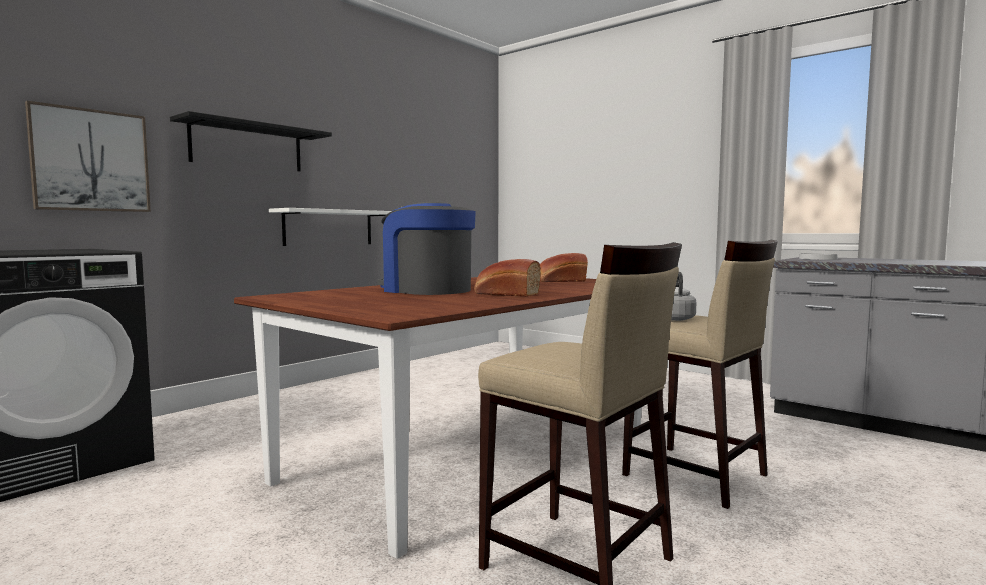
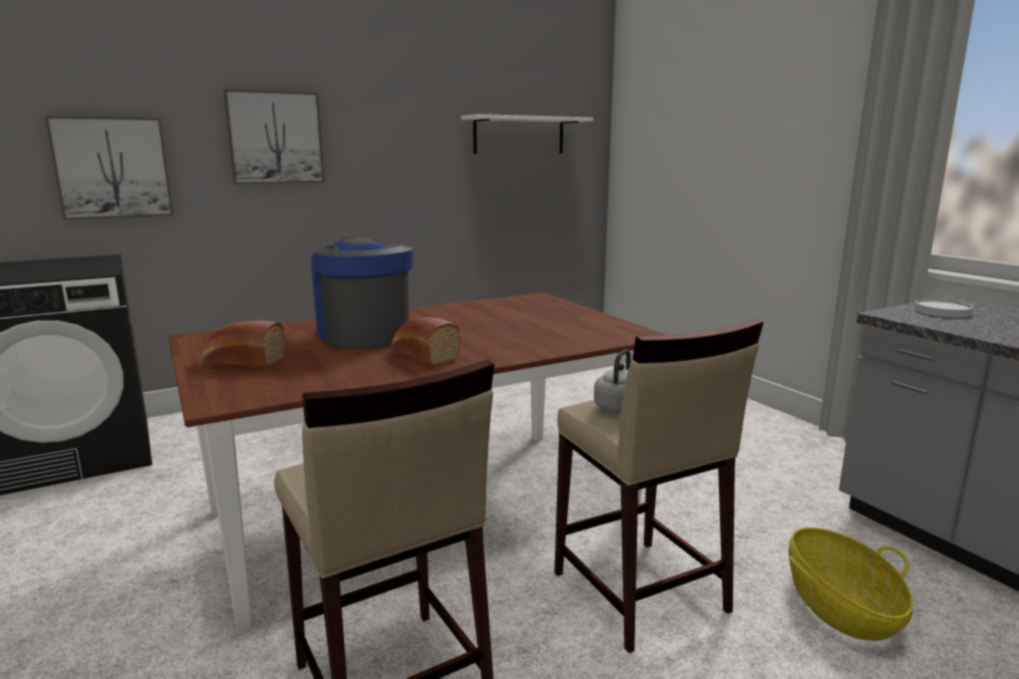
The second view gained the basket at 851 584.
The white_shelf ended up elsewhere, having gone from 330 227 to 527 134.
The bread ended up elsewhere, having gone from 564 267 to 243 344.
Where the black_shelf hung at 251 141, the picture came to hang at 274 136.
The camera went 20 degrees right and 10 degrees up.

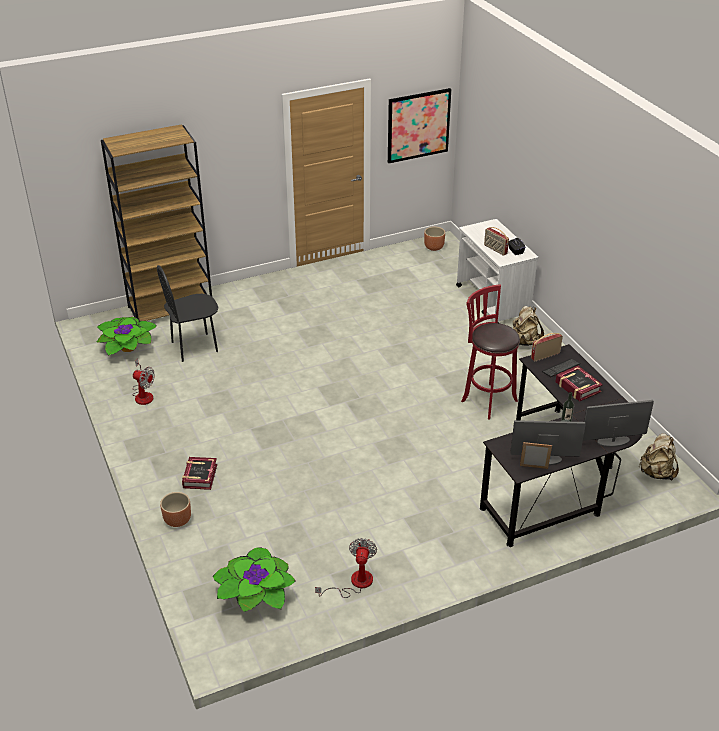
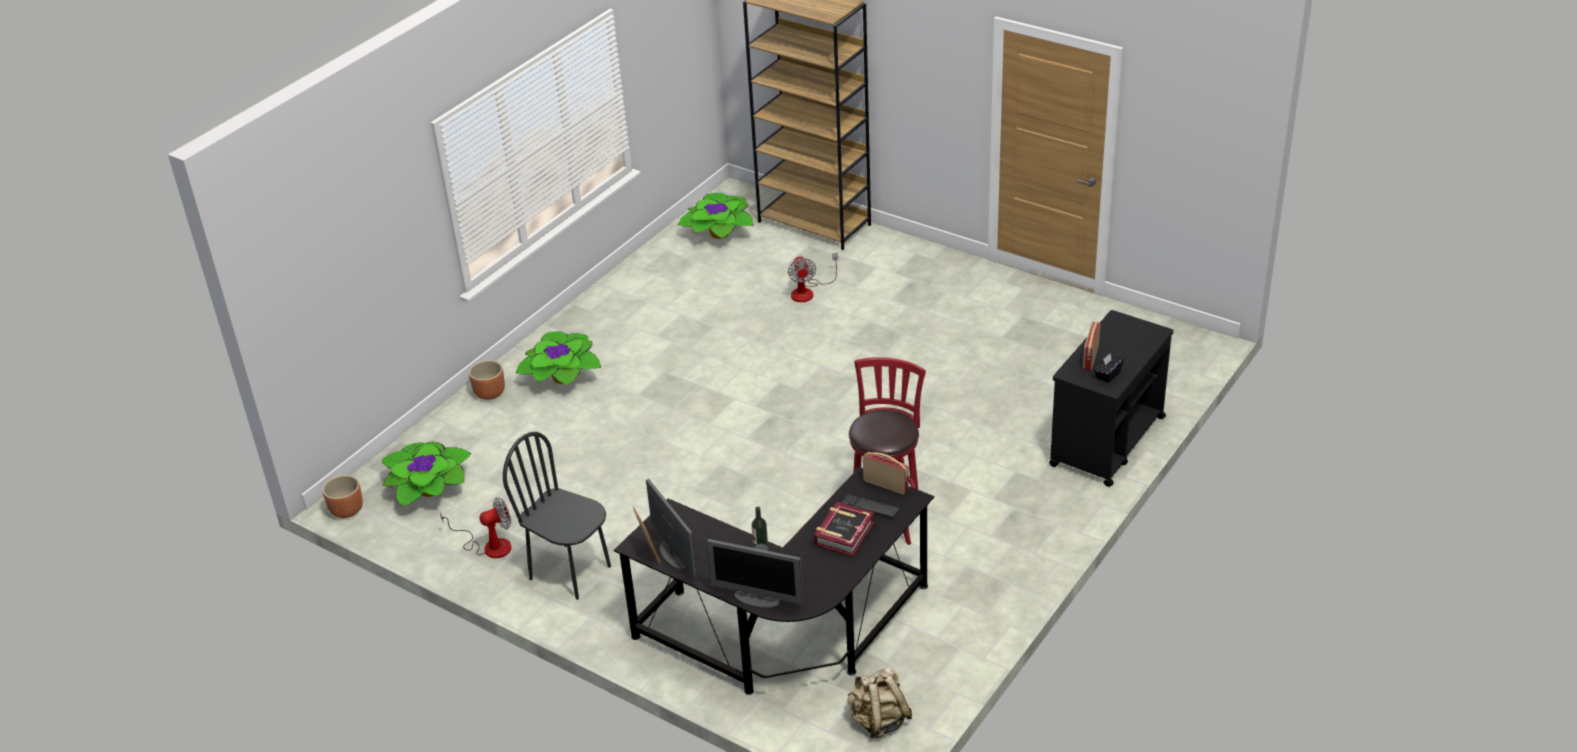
The second view lost the picture at 419 125.
The second view lost the beige_backpack at 528 326.
The fan ended up elsewhere, having gone from 144 382 to 813 277.
The black_chair ended up elsewhere, having gone from 187 313 to 557 516.
The brown_planter ended up elsewhere, having gone from 434 239 to 342 496.
Where the book stood at 199 473, the potted_plant came to stand at 558 358.
What was the white_cart at 497 271 turned into the black_cart at 1111 398.
The monitor at 618 423 ended up facing another way, 150 degrees clockwise from before.
The camera went 60 degrees right and 0 degrees up.

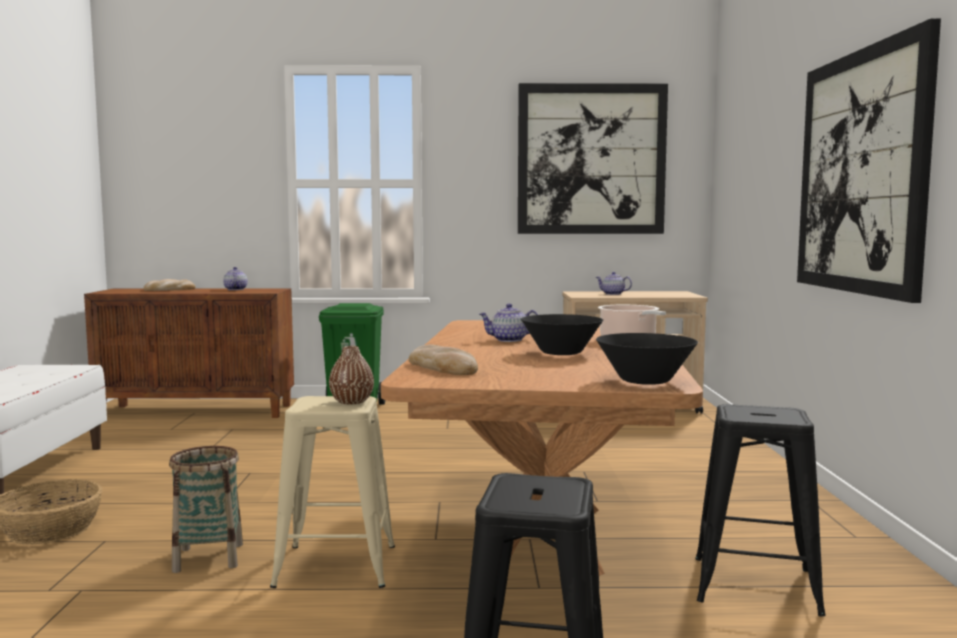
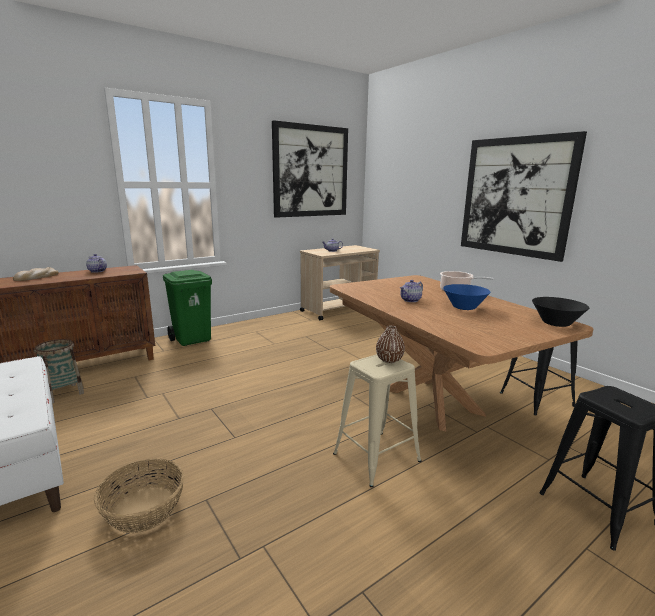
The second view lost the bread at 443 359.
The basket ended up elsewhere, having gone from 206 509 to 59 371.
What was the black_bowl at 562 334 turned into the blue_bowl at 466 297.
The camera went 35 degrees left and 10 degrees up.

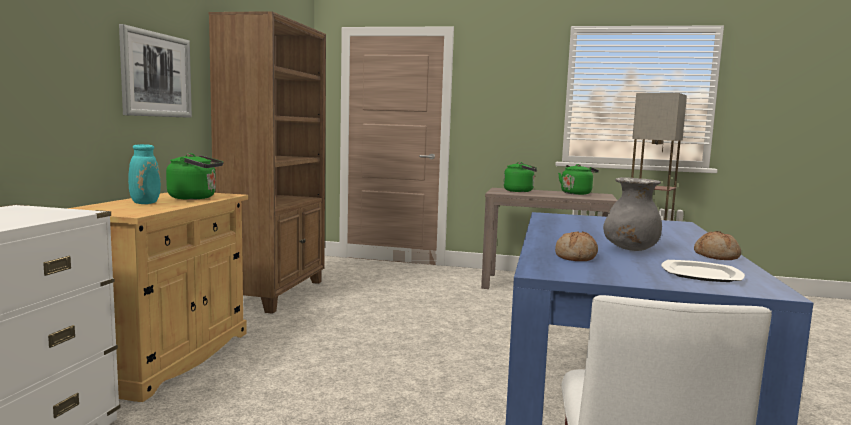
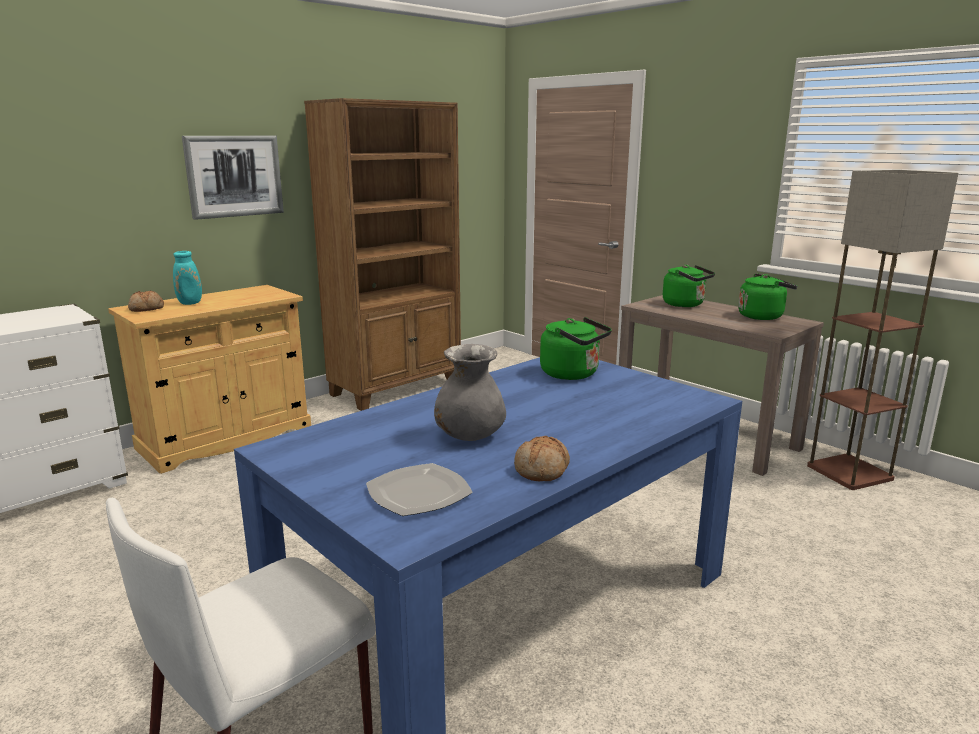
The green_kettle ended up elsewhere, having gone from 194 176 to 576 348.
The bread ended up elsewhere, having gone from 576 246 to 146 301.
The camera went 35 degrees right and 10 degrees up.

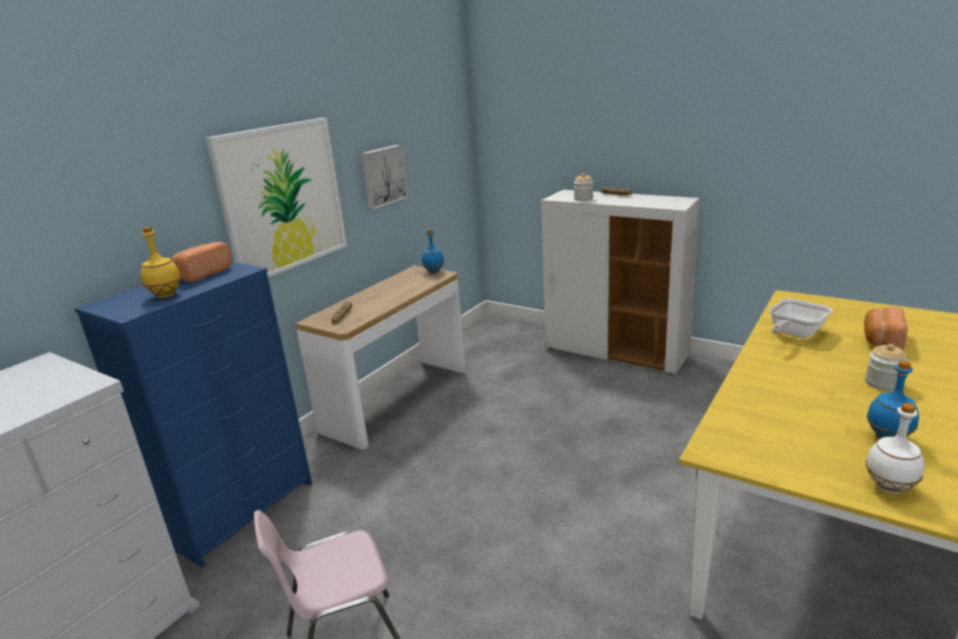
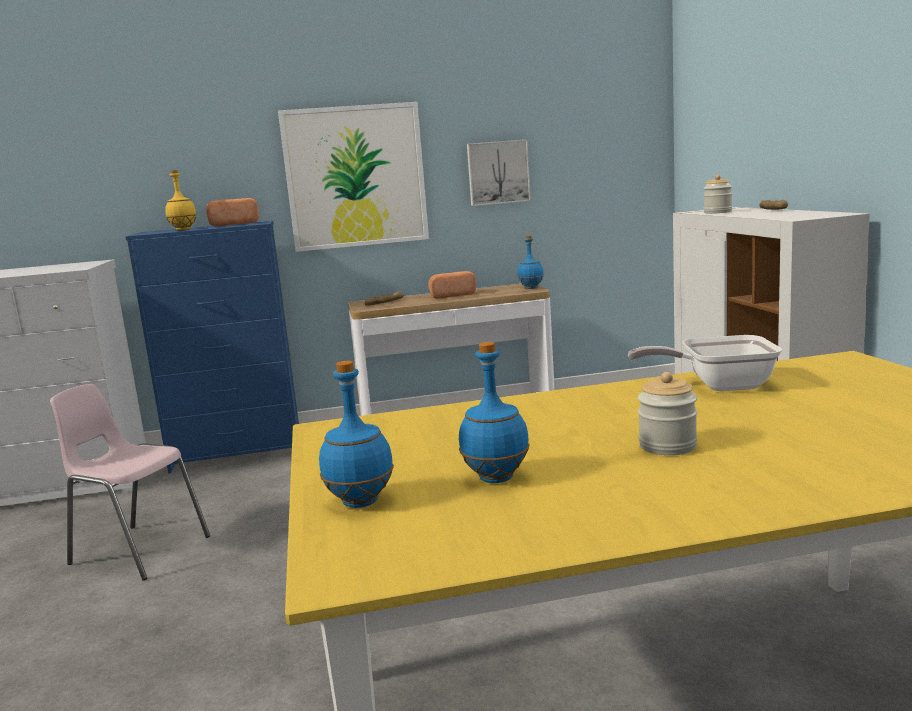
The bread ended up elsewhere, having gone from 886 328 to 452 284.
What was the white_bottle at 895 448 turned into the blue_bottle at 356 434.
The camera went 45 degrees right and 10 degrees down.

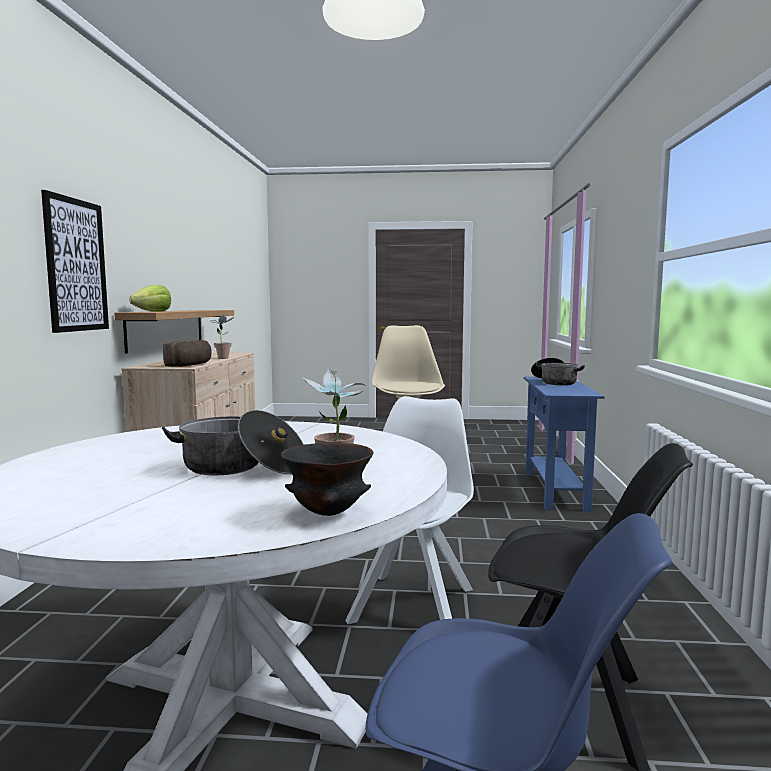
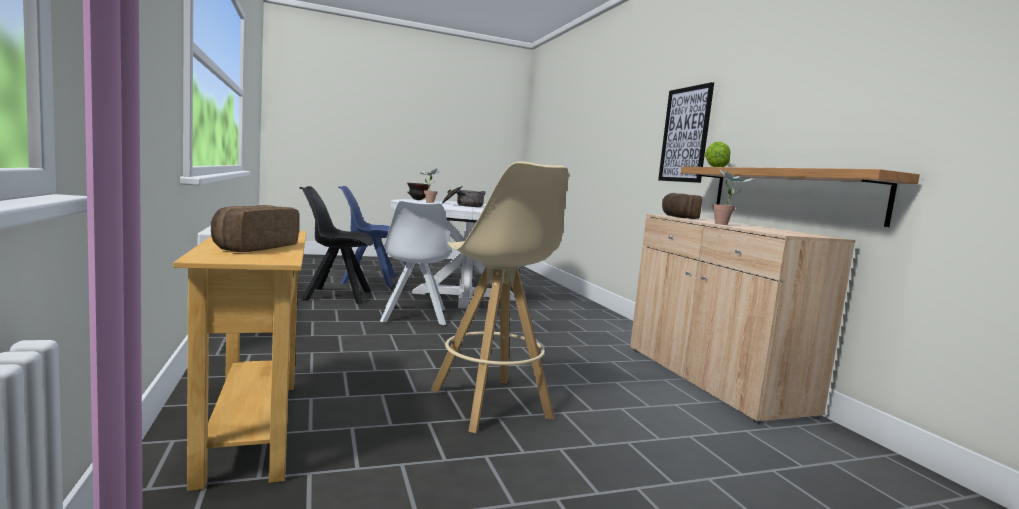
Where the cooking_pot stood at 558 371, the bread came to stand at 255 228.
What was the blue_console_table at 564 444 turned into the beige_console_table at 239 361.
The camera went 155 degrees right and 0 degrees up.

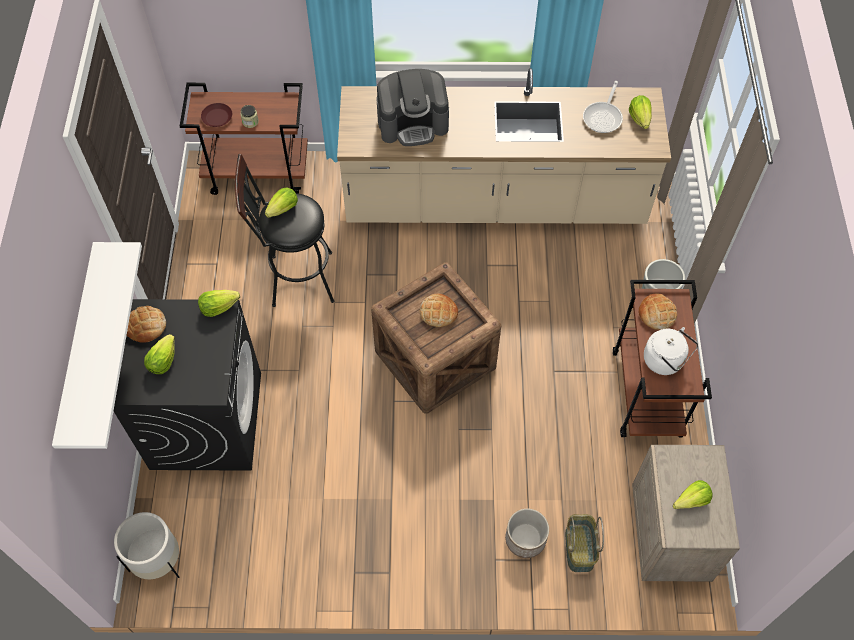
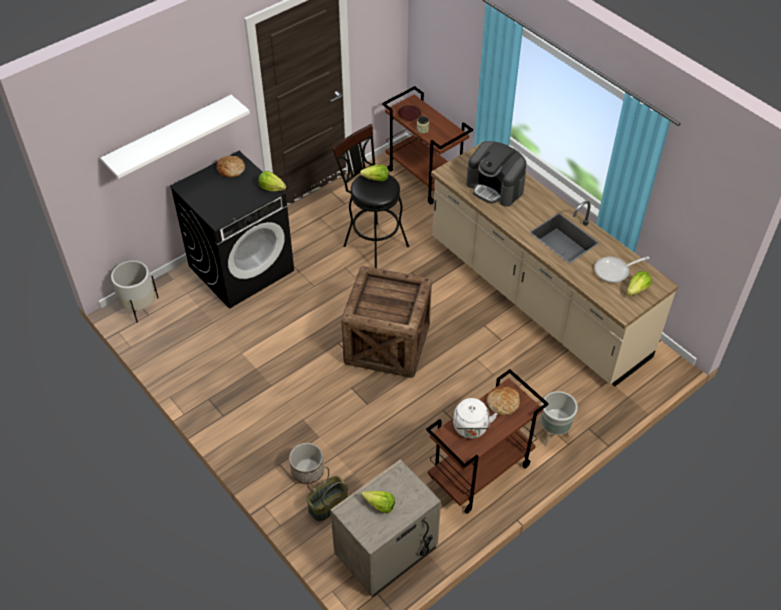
The second view lost the lettuce at 159 354.
The second view lost the bread at 439 310.
The camera went 50 degrees right and 10 degrees down.

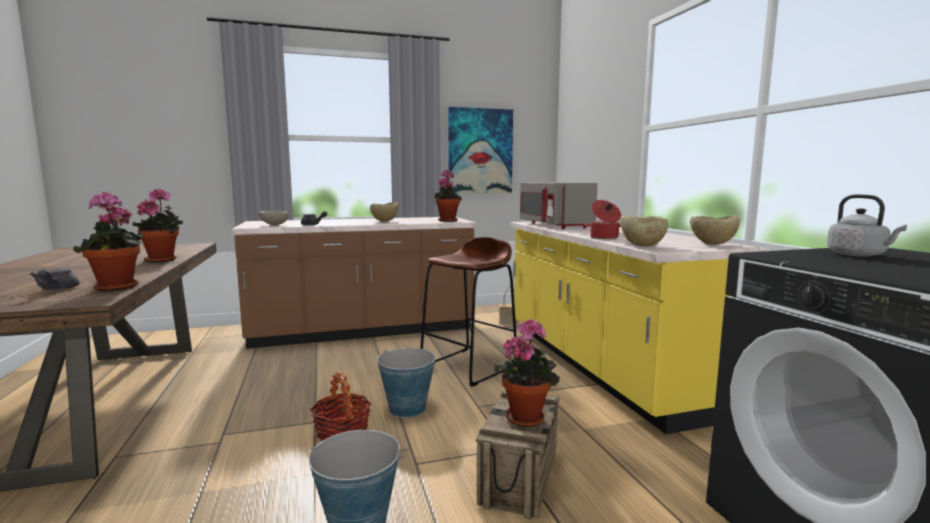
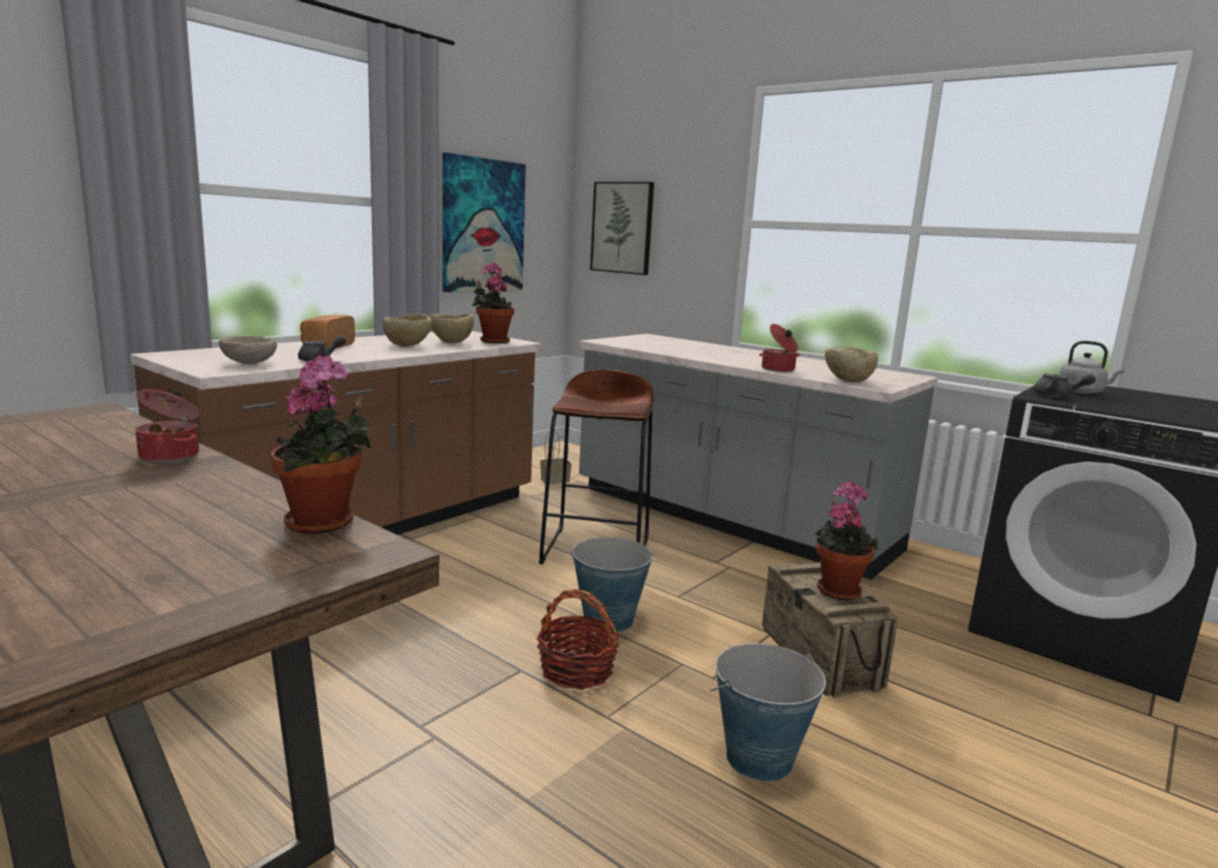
The second view lost the grey_microwave at 559 205.
The second view gained the bread at 327 332.
The second view gained the picture at 622 228.
The grey_teapot ended up elsewhere, having gone from 54 279 to 1065 386.
The beige_bowl ended up elsewhere, having gone from 715 230 to 451 328.
Where the potted_plant stood at 157 226, the cooking_pot came to stand at 168 426.
What was the yellow_counter at 638 327 turned into the grey_counter at 758 457.
The camera went 35 degrees left and 5 degrees up.

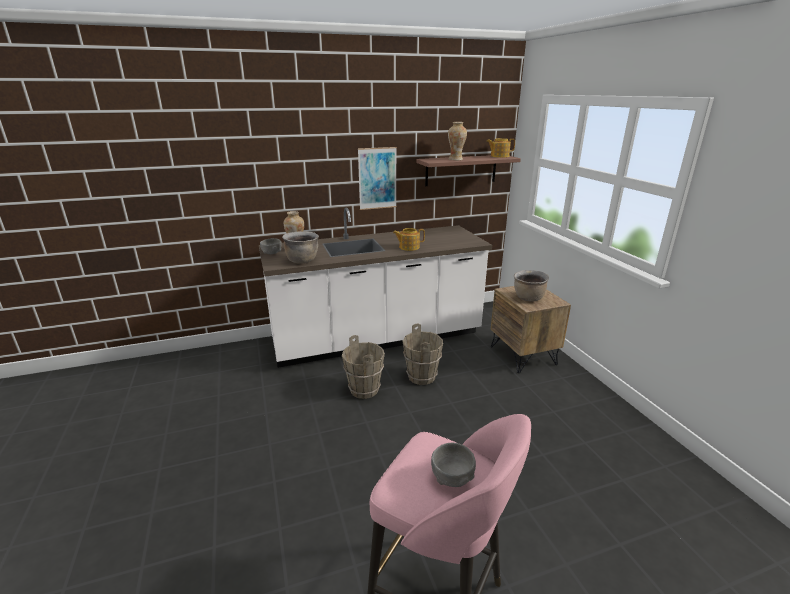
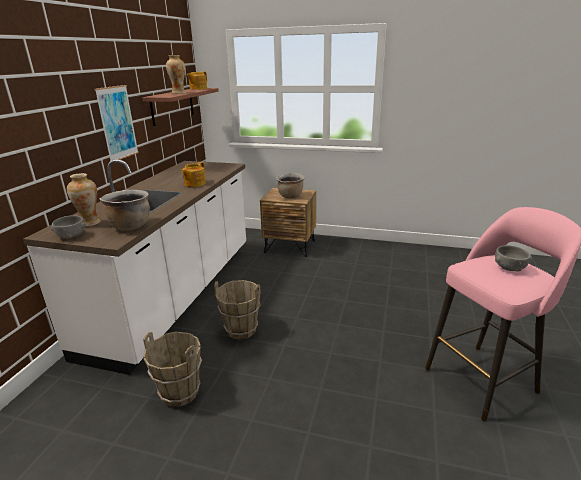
The brown_bucket ended up elsewhere, having gone from 423 354 to 172 369.
The camera went 55 degrees left and 0 degrees up.

